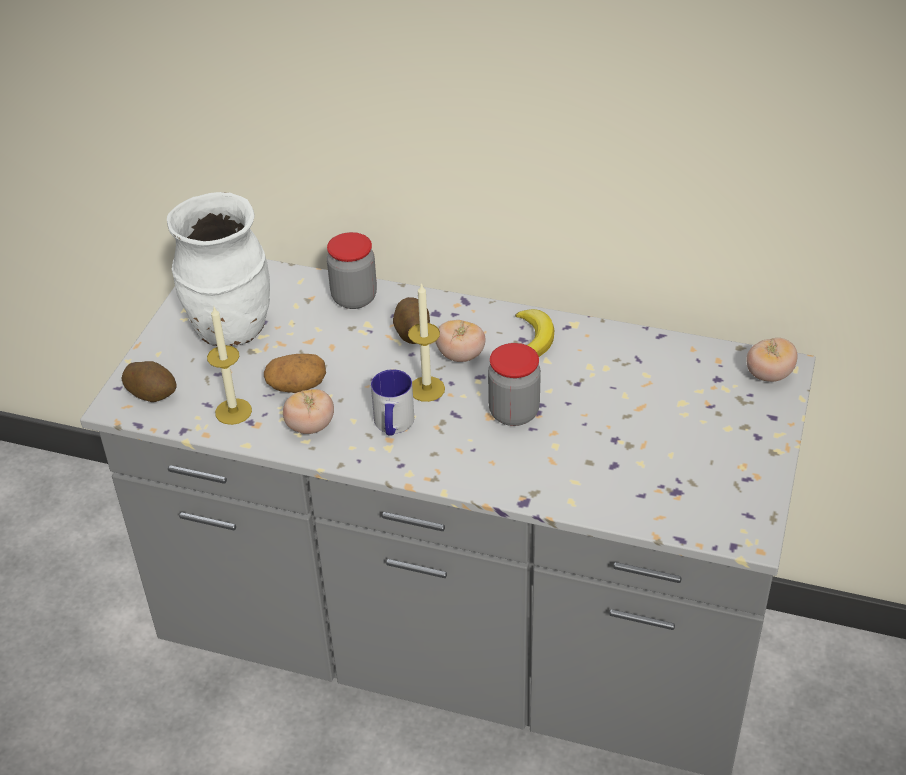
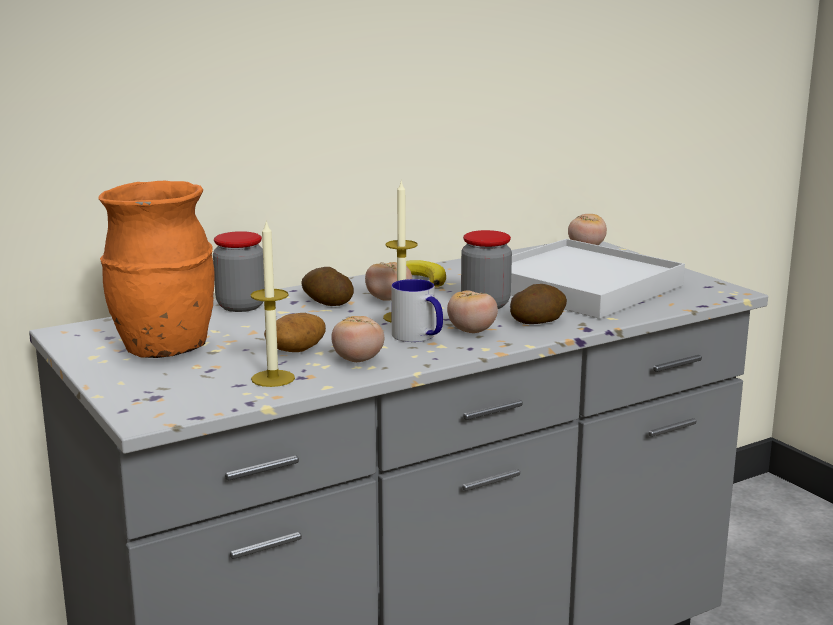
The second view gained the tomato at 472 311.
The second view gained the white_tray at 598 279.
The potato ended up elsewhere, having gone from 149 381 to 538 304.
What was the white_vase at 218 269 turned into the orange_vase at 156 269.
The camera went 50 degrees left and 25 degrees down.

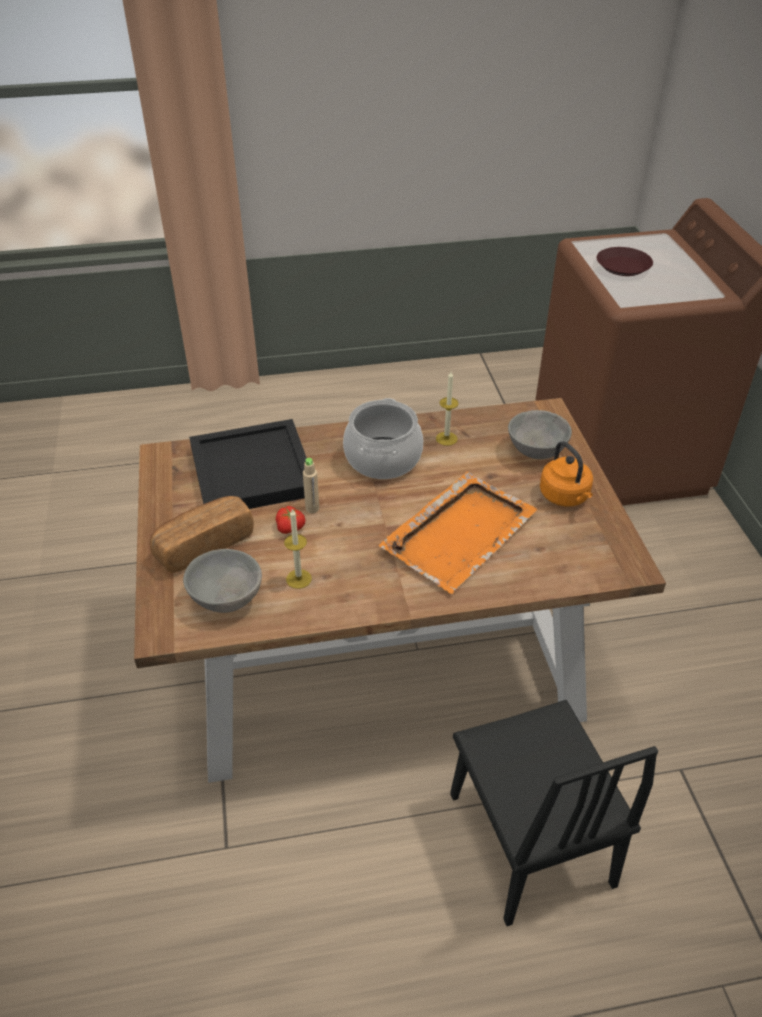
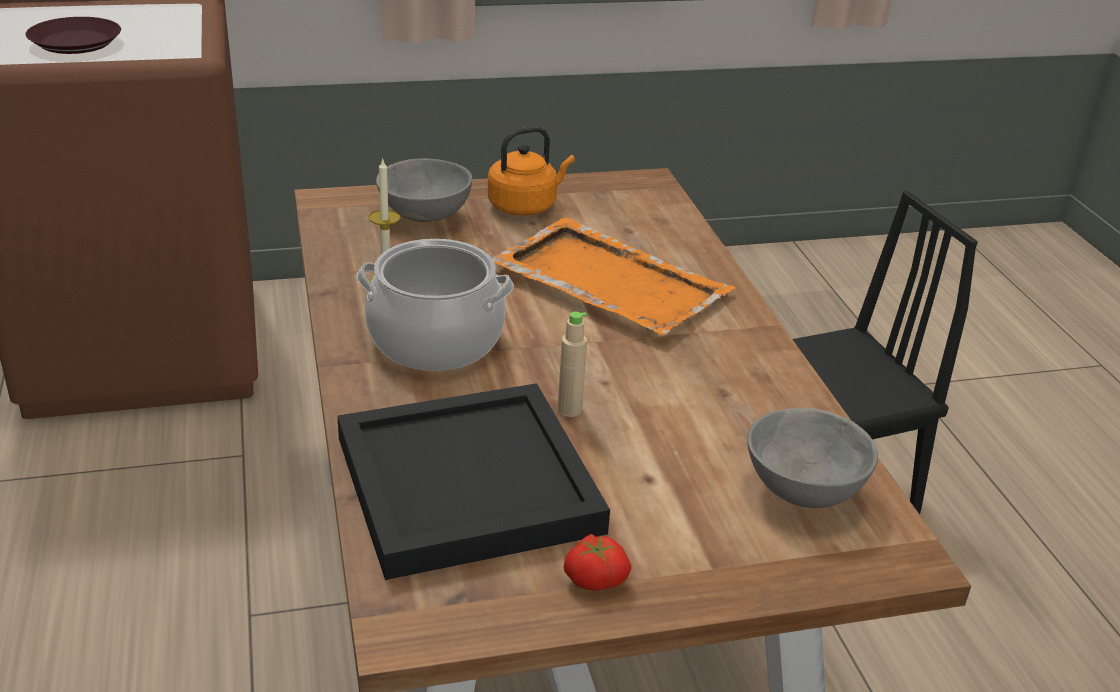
The second view lost the bread at 202 534.
The second view lost the candle at 298 548.
The tomato ended up elsewhere, having gone from 290 520 to 597 562.
The camera went 95 degrees left and 10 degrees down.

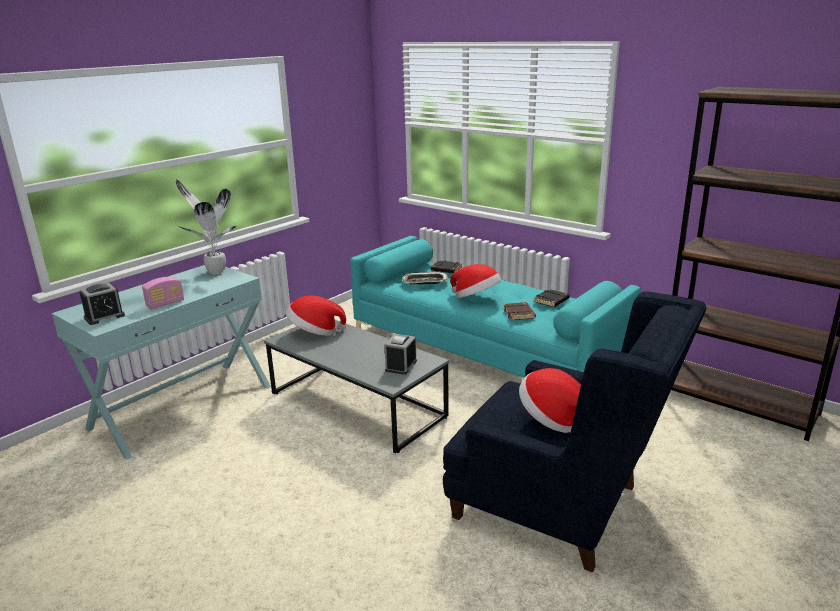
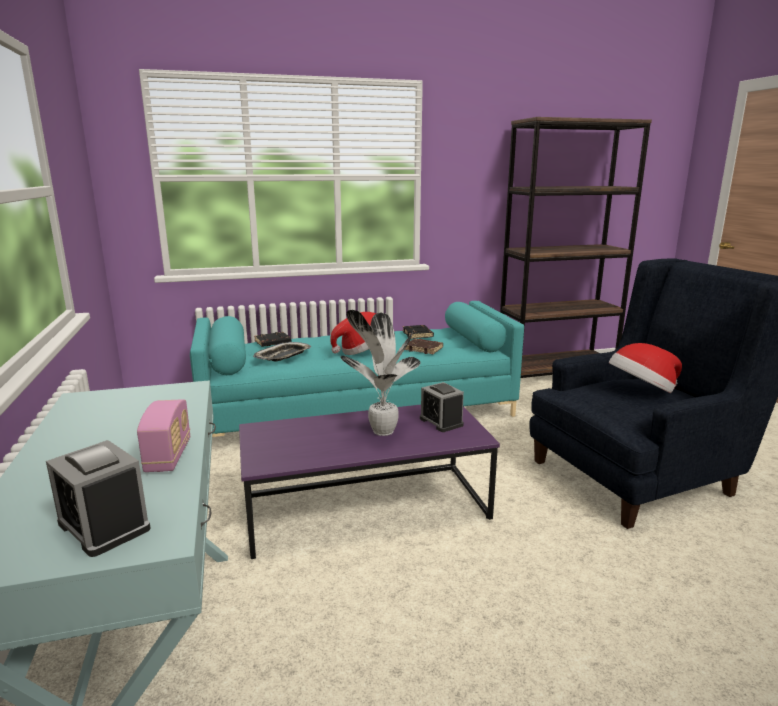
The second view lost the hat at 316 315.
The potted_plant ended up elsewhere, having gone from 206 227 to 380 373.
What was the grey_coffee_table at 356 386 turned into the purple_coffee_table at 369 482.
The alarm_clock at 102 304 ended up facing another way, 135 degrees clockwise from before.
The camera went 55 degrees left and 5 degrees down.

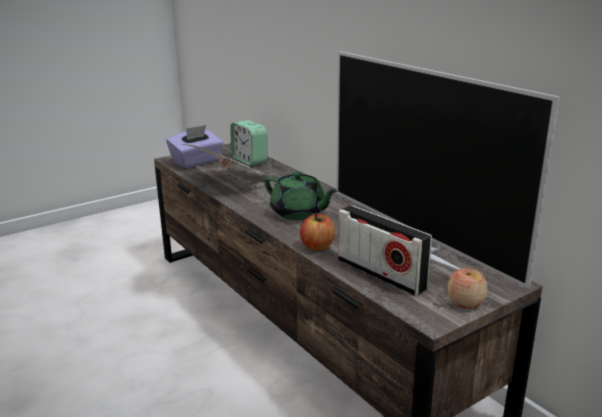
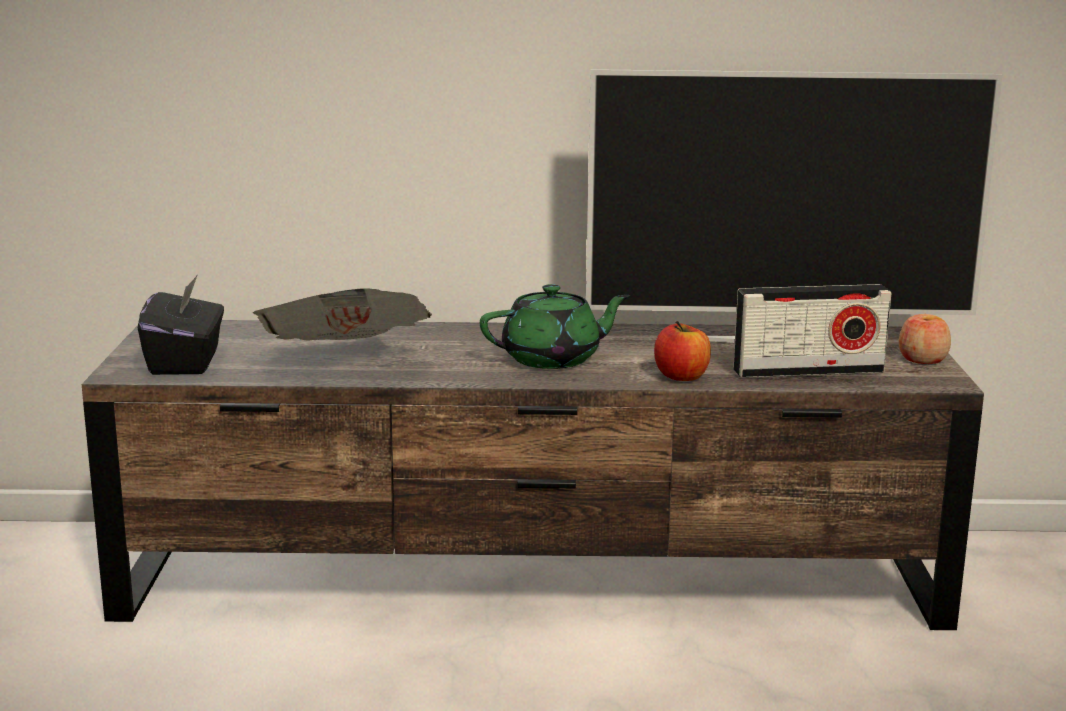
The second view lost the alarm_clock at 249 143.
What was the purple_tissue_box at 194 146 turned into the black_tissue_box at 181 325.
The camera went 55 degrees left and 5 degrees down.

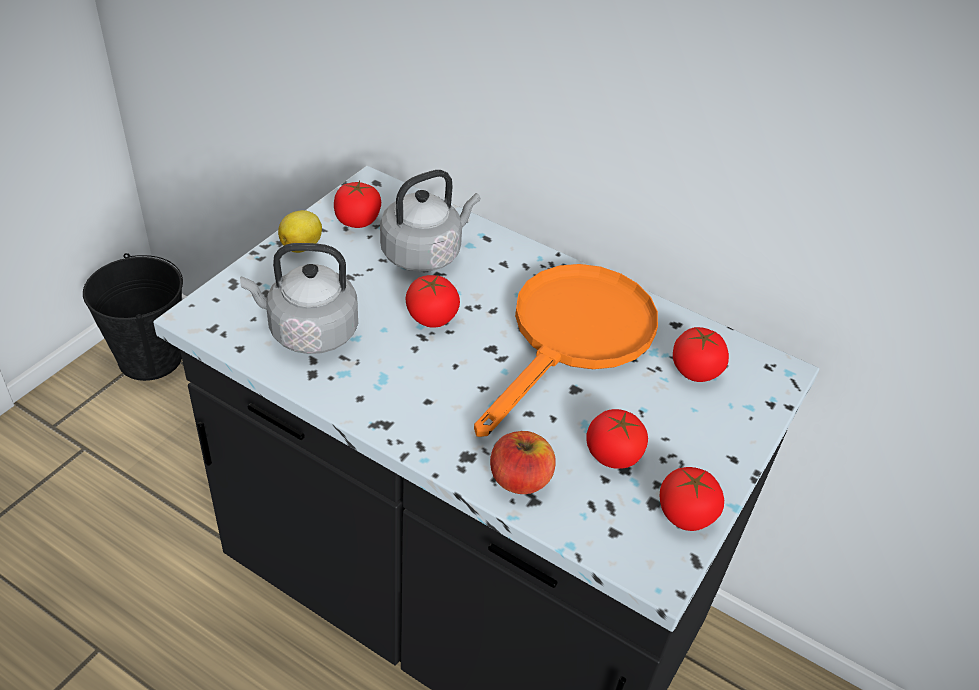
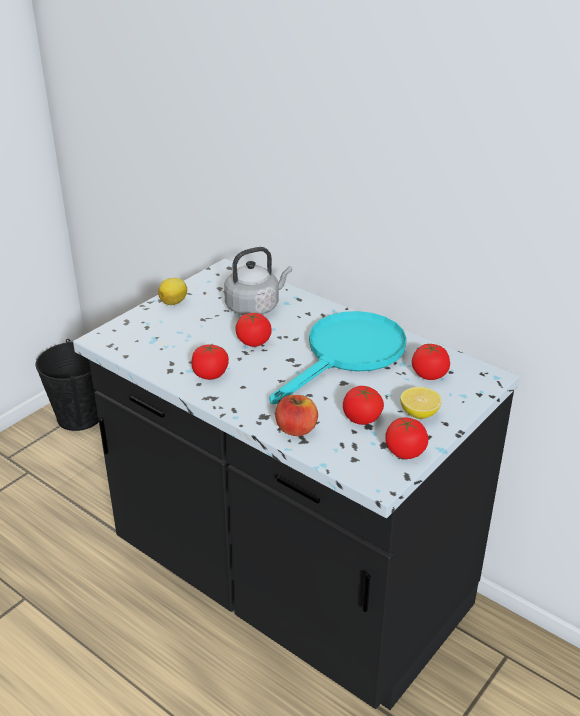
The second view lost the grey_kettle at 299 298.
The second view gained the lemon at 421 403.
The tomato ended up elsewhere, having gone from 357 204 to 210 361.
What was the orange_frying_pan at 566 350 turned into the turquoise_frying_pan at 338 357.
The camera went 10 degrees right and 10 degrees down.

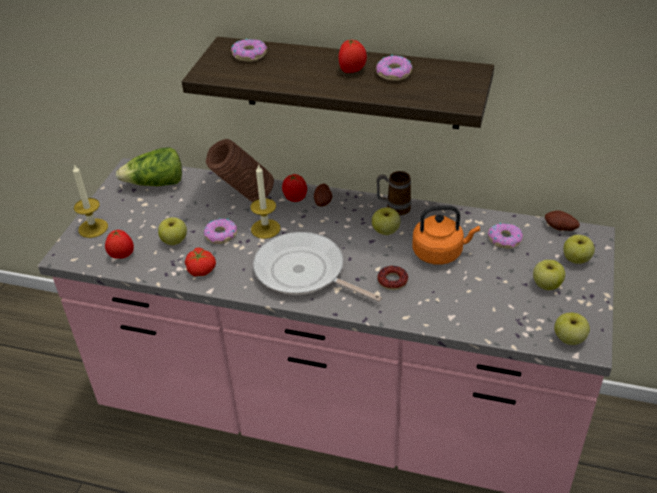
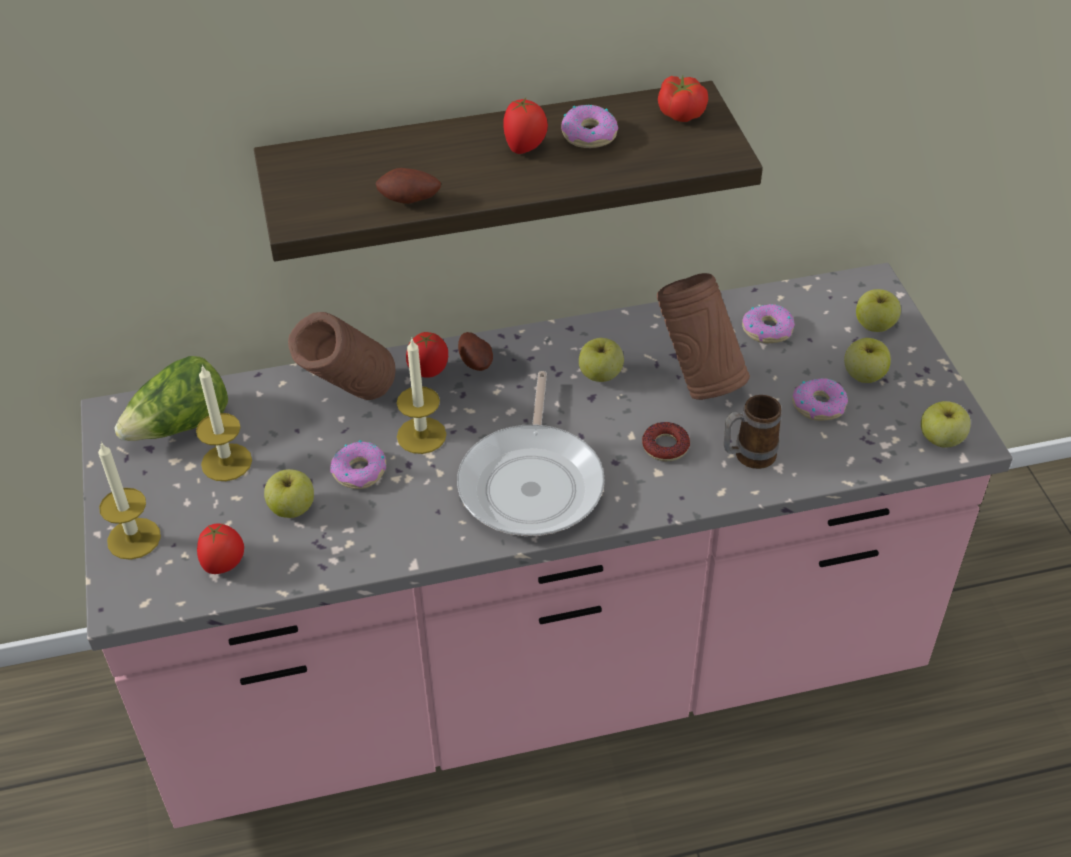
The second view gained the candle at 224 423.
The tomato ended up elsewhere, having gone from 200 262 to 683 99.
The donut ended up elsewhere, having gone from 249 50 to 820 399.
The mug ended up elsewhere, having gone from 393 193 to 753 432.
The potato ended up elsewhere, having gone from 562 220 to 408 186.
Where the orange_kettle stood at 446 235, the brown_vase came to stand at 703 336.
The frying_pan at 317 267 ended up facing another way, 90 degrees counterclockwise from before.
The camera went 30 degrees left and 5 degrees up.

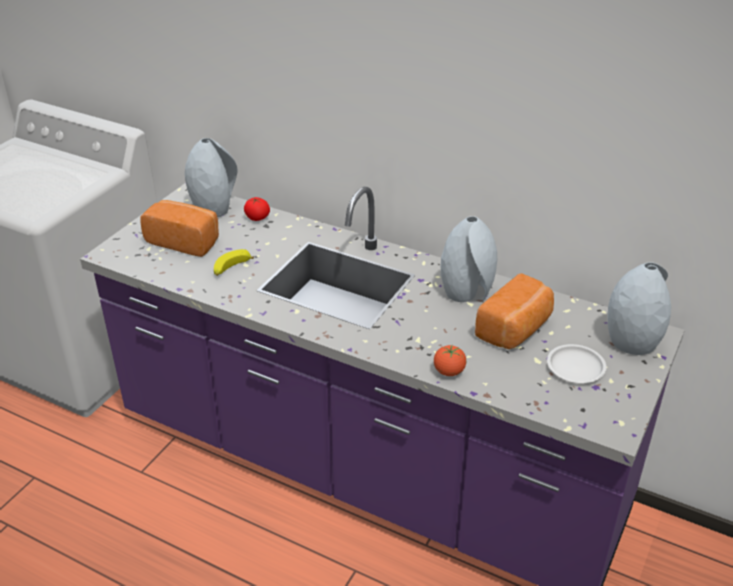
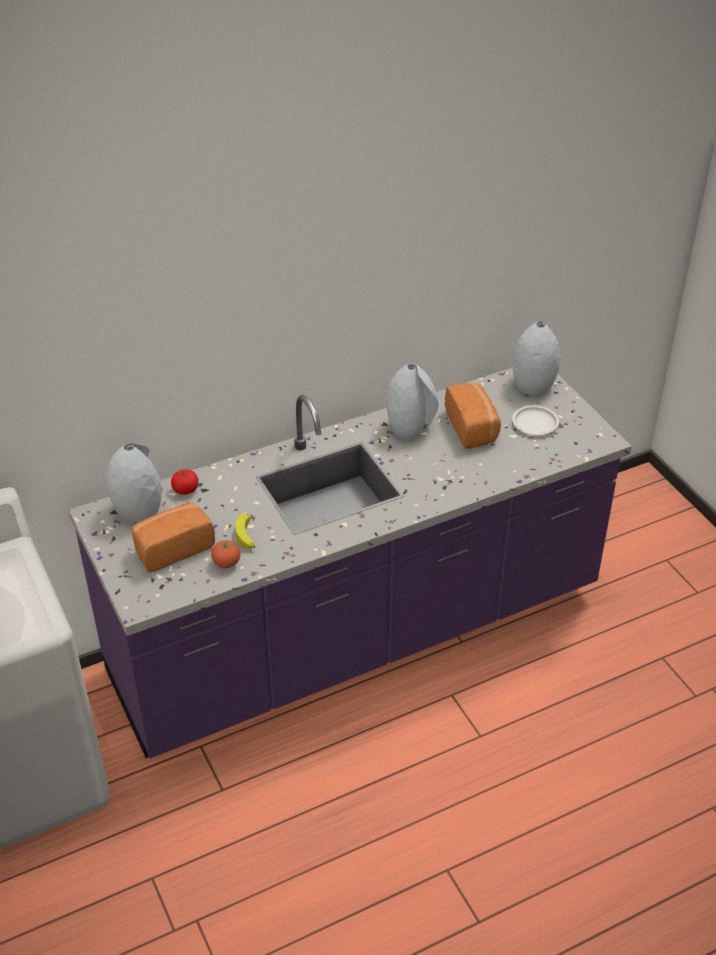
The tomato ended up elsewhere, having gone from 450 360 to 225 554.
The camera went 55 degrees left and 5 degrees up.

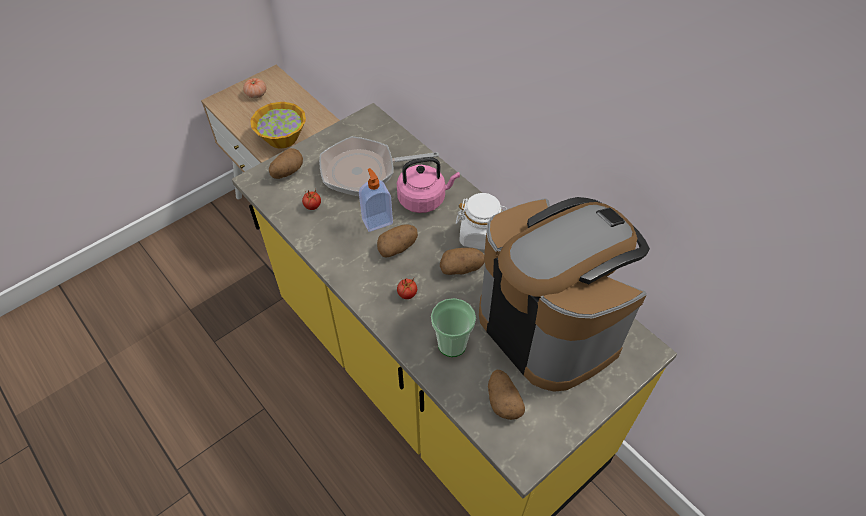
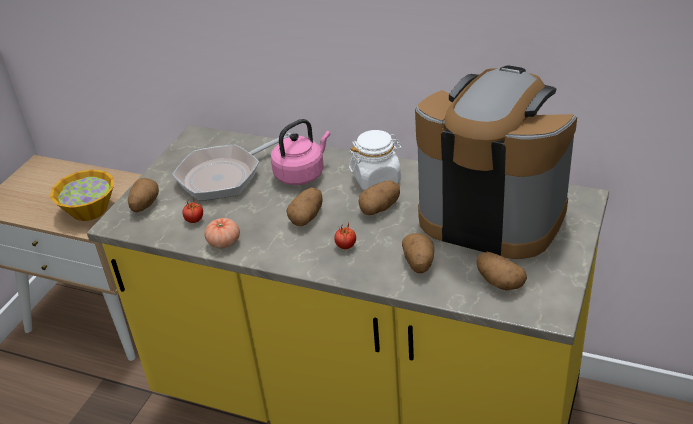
The second view lost the soap_dispenser at 376 200.
The tomato ended up elsewhere, having gone from 254 88 to 222 233.
Where the cup stood at 453 327, the potato came to stand at 418 253.
The camera went 25 degrees left and 15 degrees down.

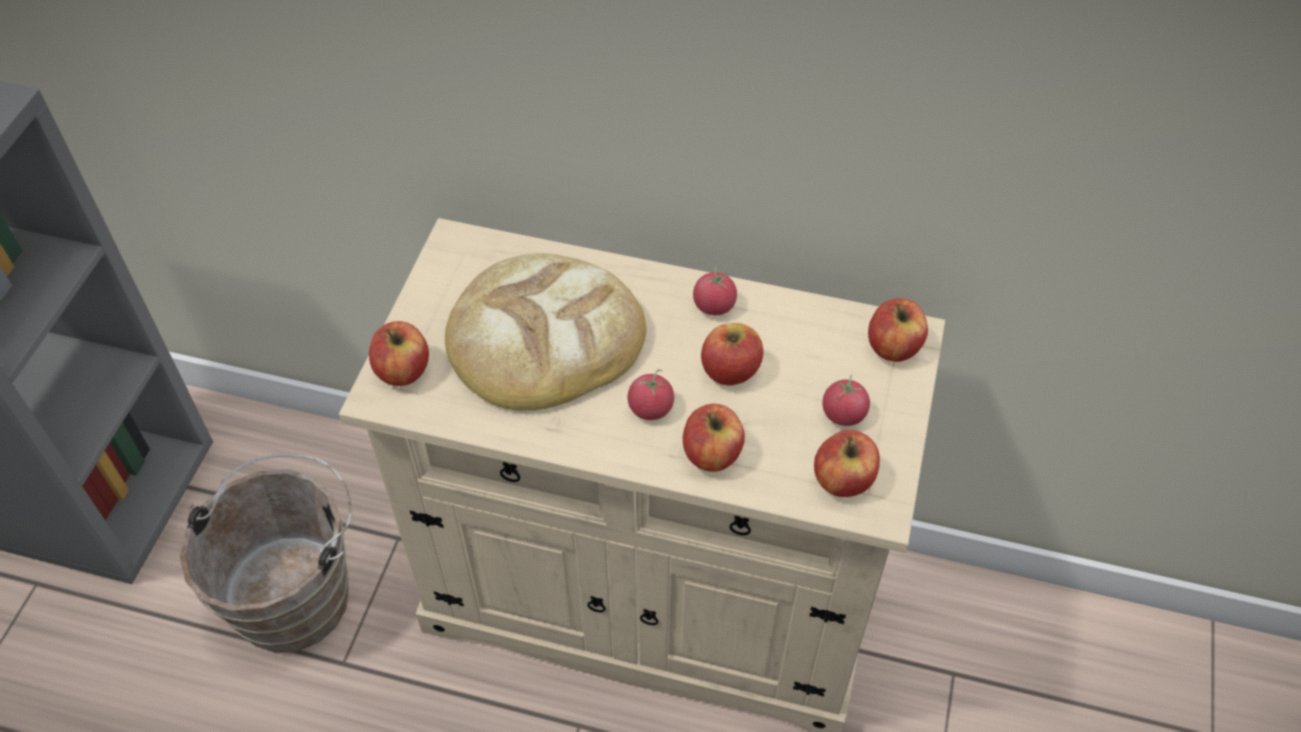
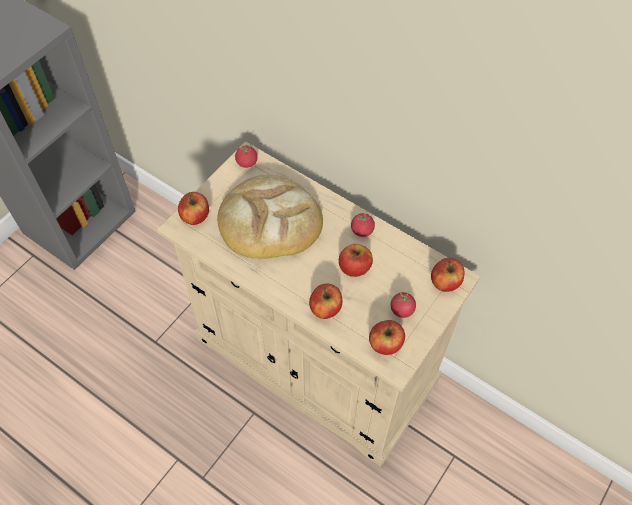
The second view lost the brown_bucket at 265 553.
The tomato ended up elsewhere, having gone from 650 394 to 246 156.
The camera went 20 degrees right and 5 degrees up.

